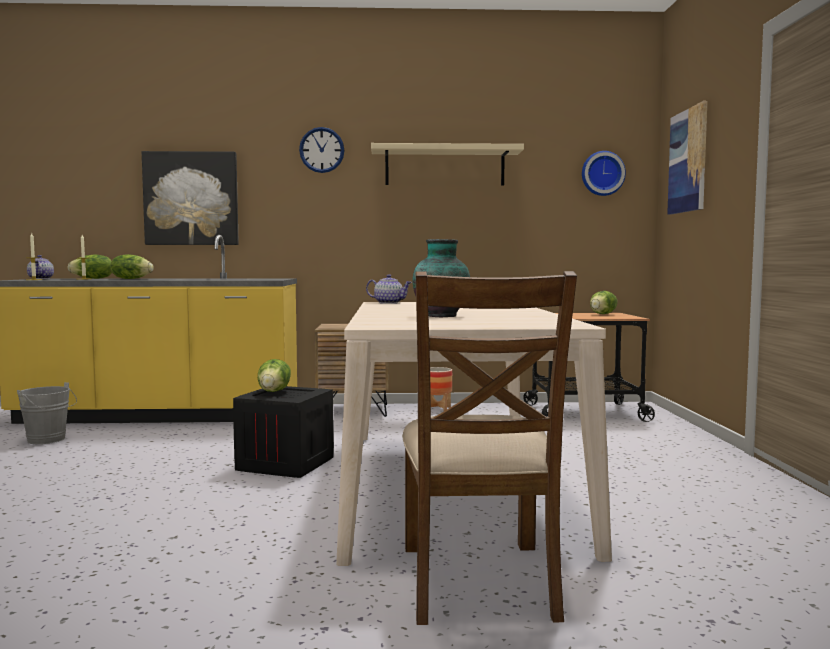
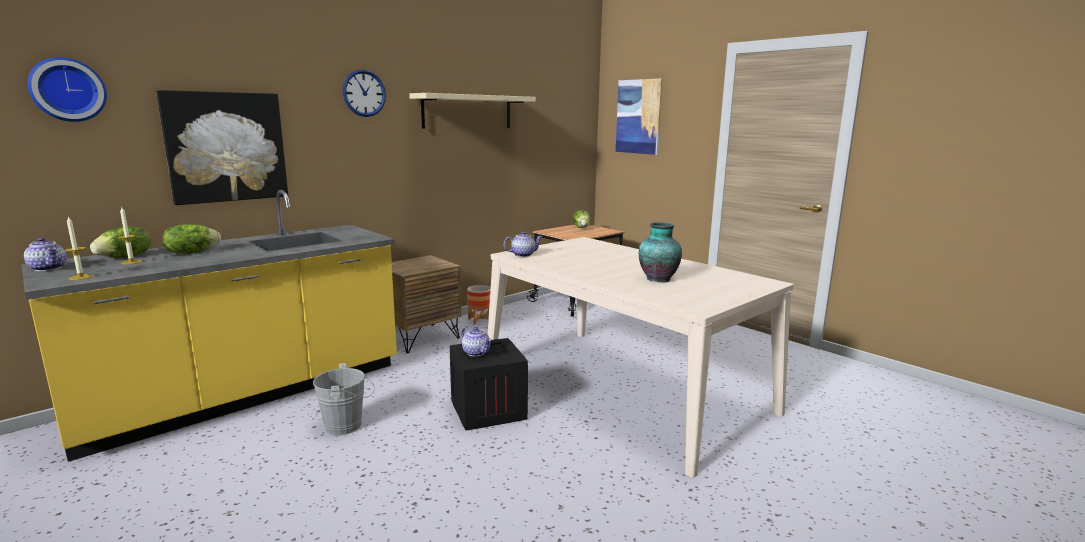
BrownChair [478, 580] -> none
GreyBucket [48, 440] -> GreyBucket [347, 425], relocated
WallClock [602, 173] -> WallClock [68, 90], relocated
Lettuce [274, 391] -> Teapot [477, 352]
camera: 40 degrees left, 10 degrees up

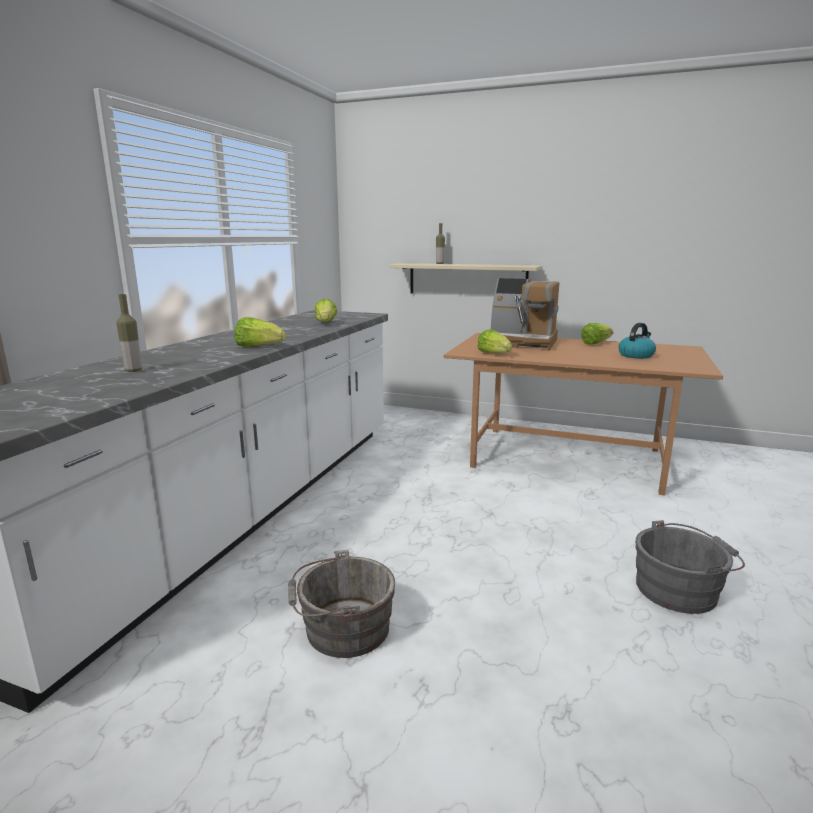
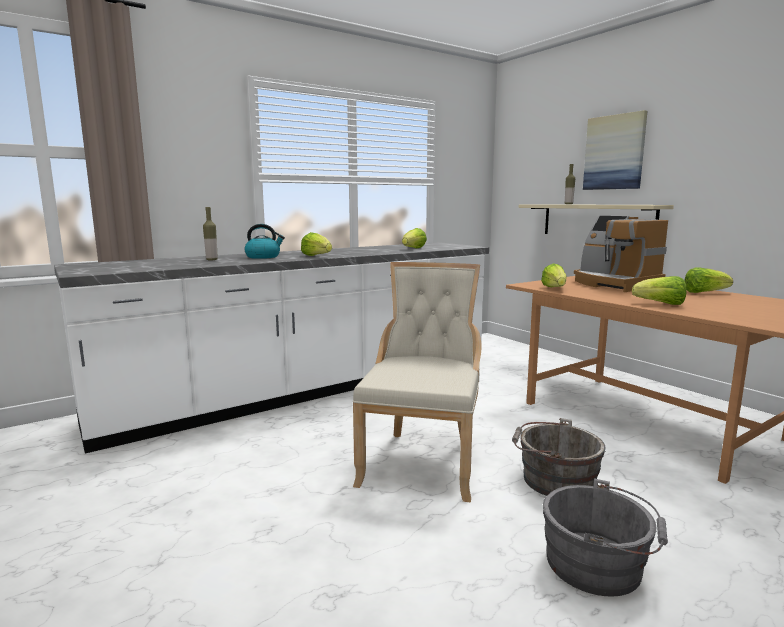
none -> BeigeChair [422, 461]
none -> Picture [614, 152]
none -> Lettuce [660, 304]
GreyBucket [342, 629] -> GreyBucket [553, 480], relocated
Kettle [636, 355] -> Kettle [263, 257], relocated
camera: 35 degrees right, 5 degrees down

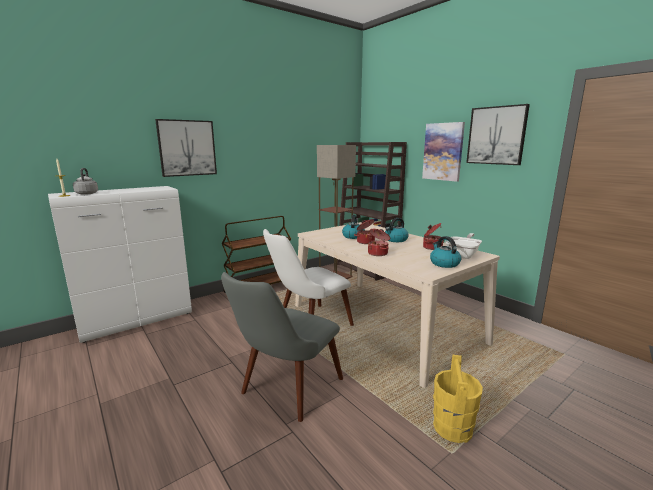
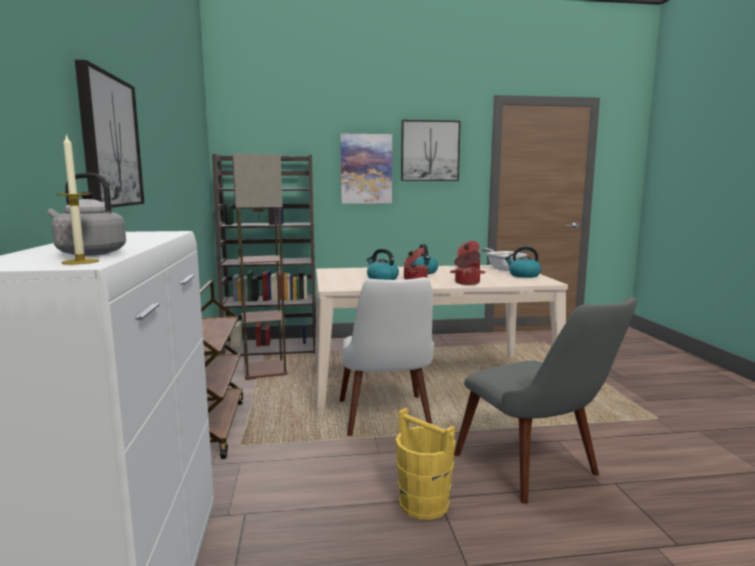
YellowBucket [452, 428] -> YellowBucket [423, 503], relocated
camera: 60 degrees left, 5 degrees down

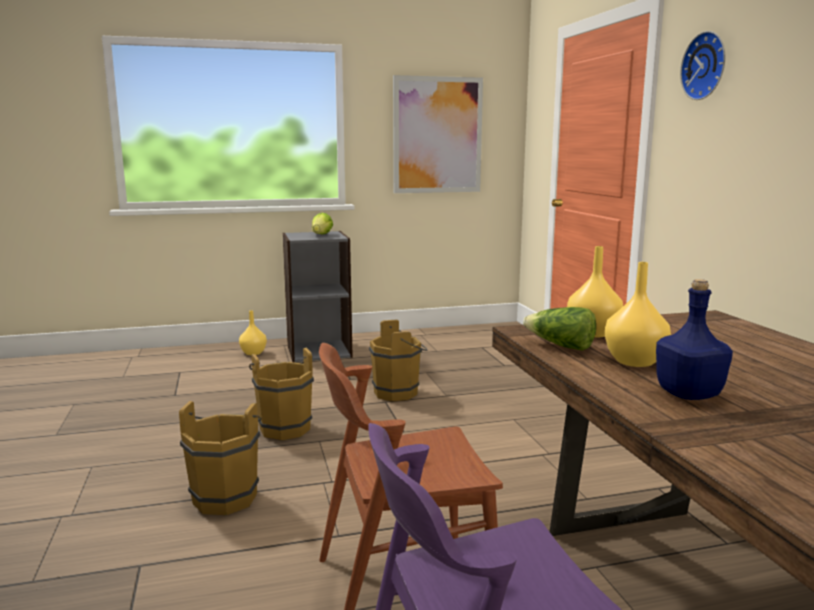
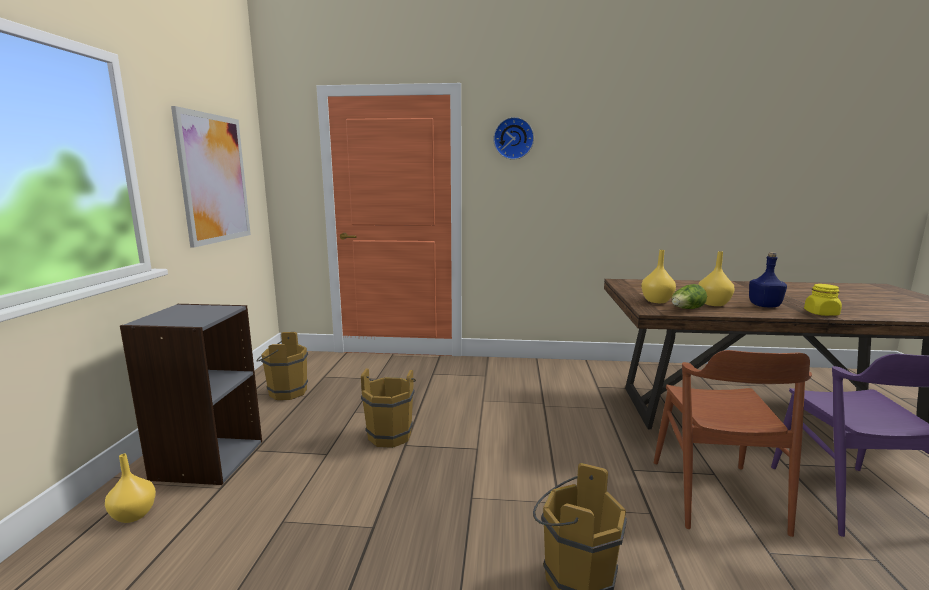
Lettuce [321, 235] -> none
none -> YellowJar [821, 313]
BrownBucket [284, 427] -> BrownBucket [285, 392], relocated
camera: 70 degrees left, 0 degrees up

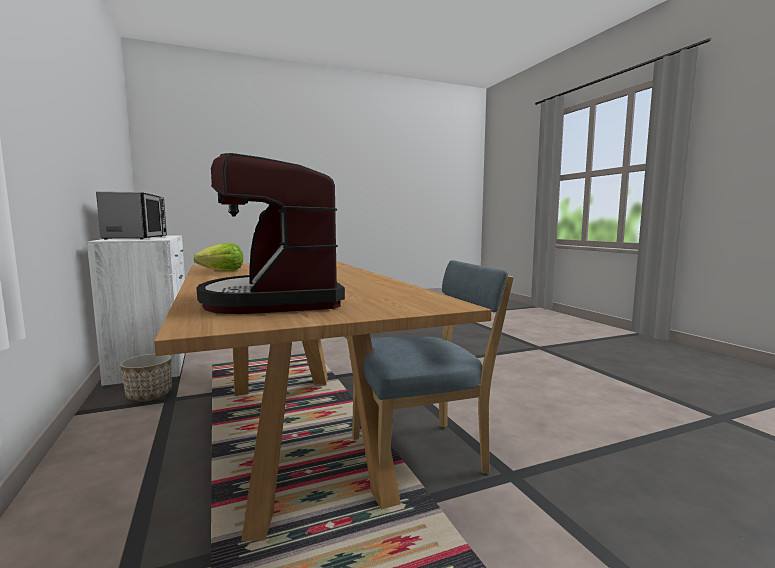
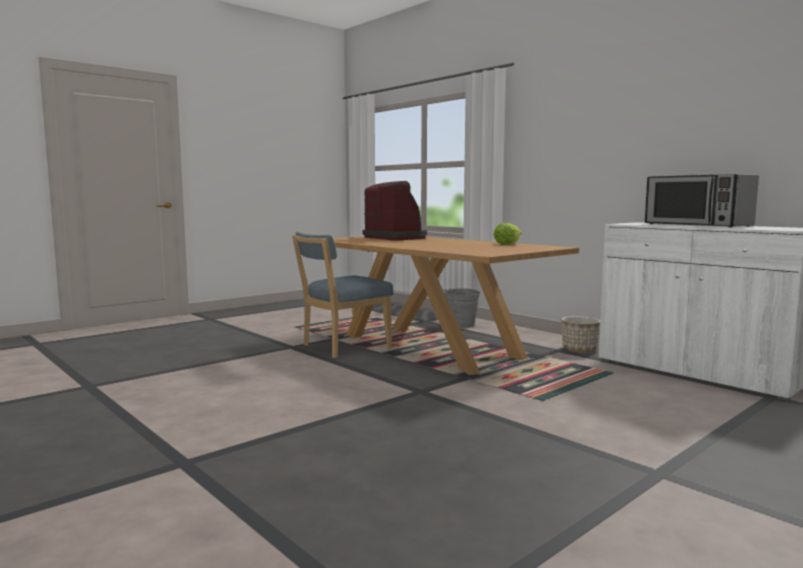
none -> GreyBucket [461, 325]
camera: 160 degrees right, 0 degrees up

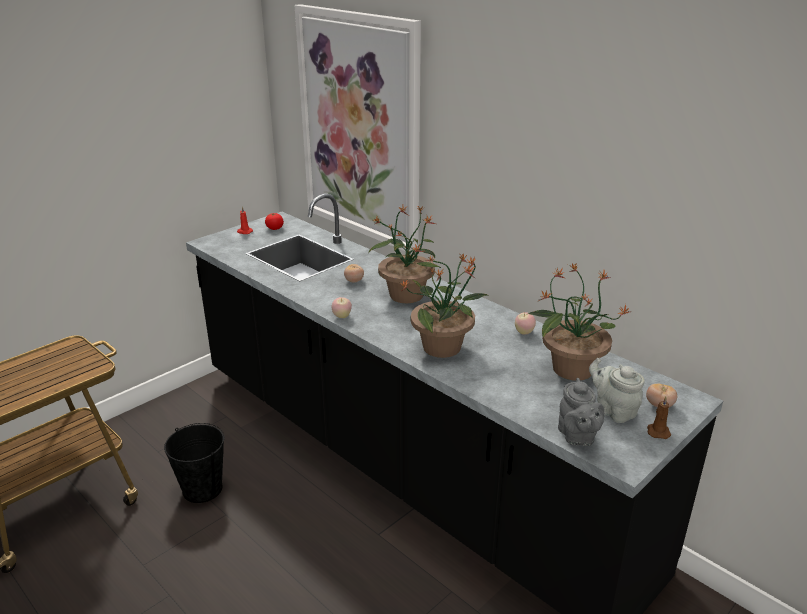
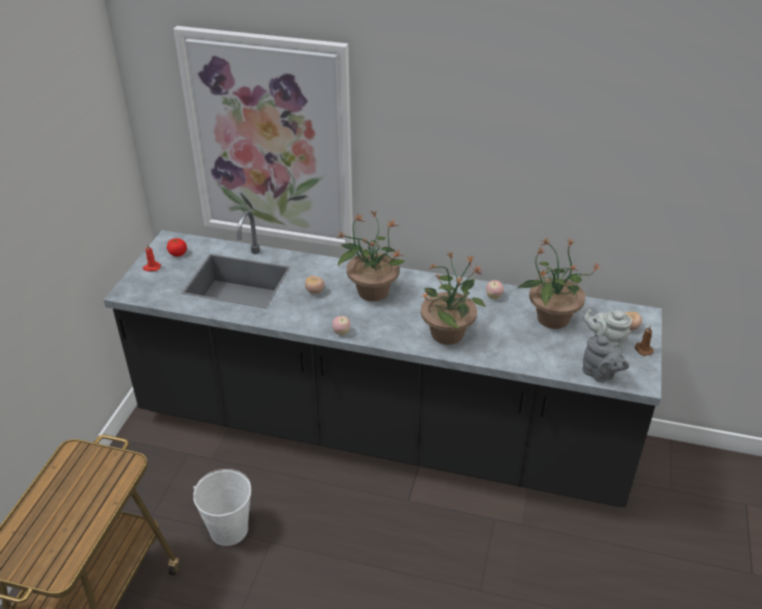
BlackBucket [202, 489] -> WhiteBucket [229, 530]
camera: 30 degrees left, 10 degrees up

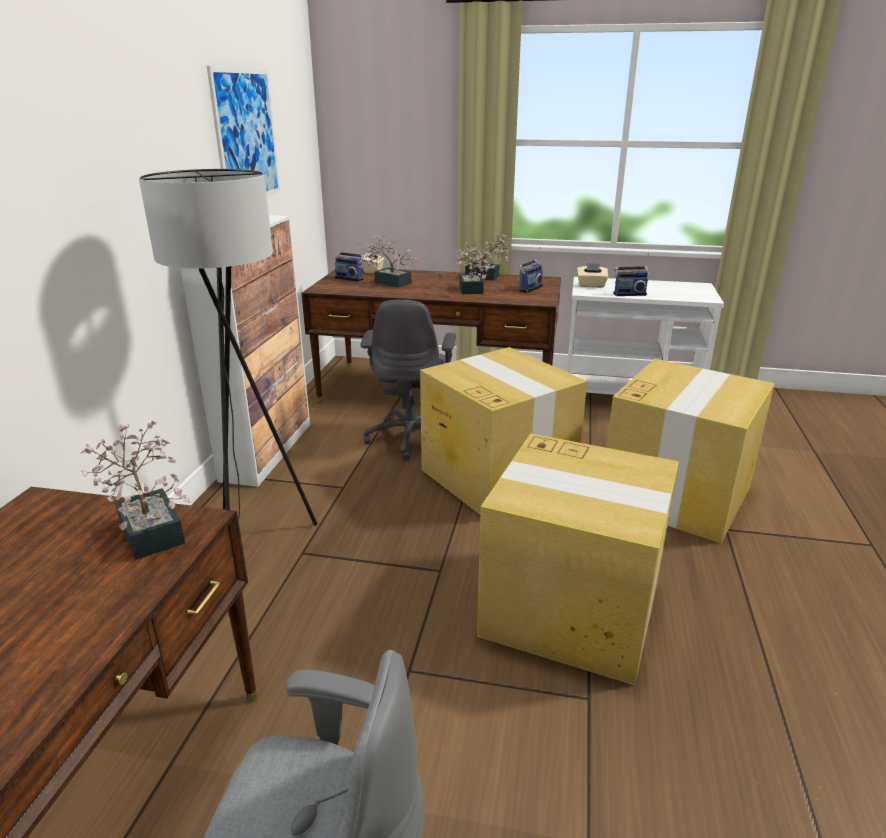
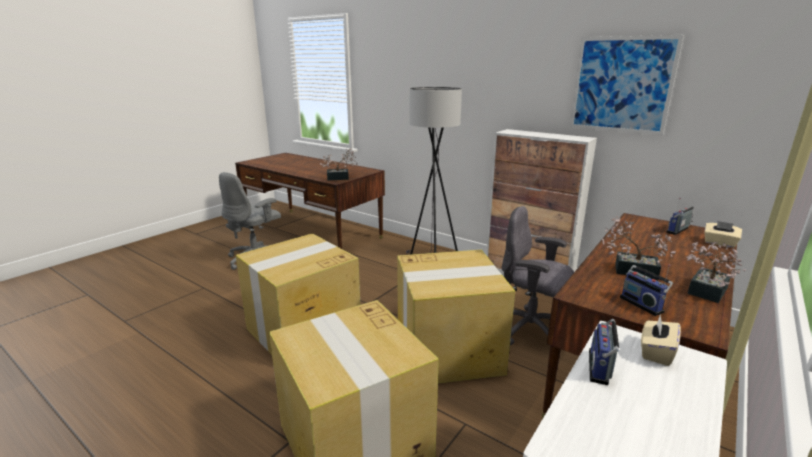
PottedPlant [390, 282] -> none
camera: 115 degrees right, 5 degrees down

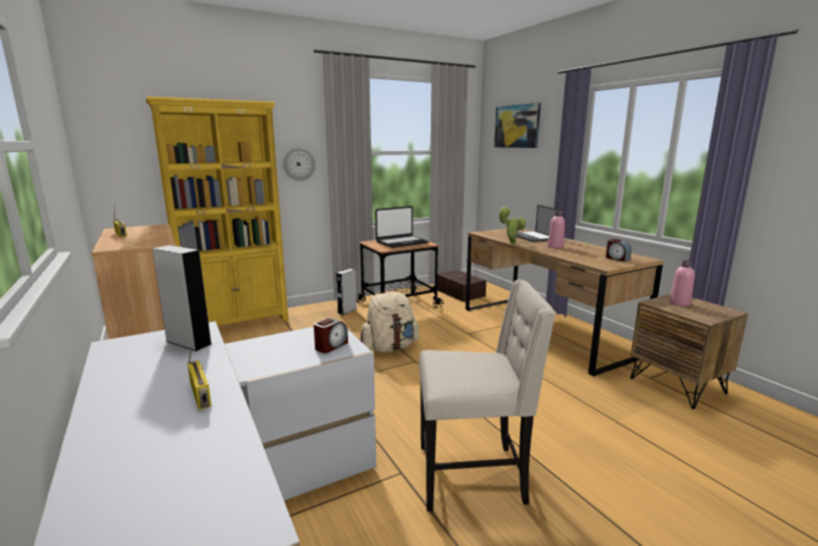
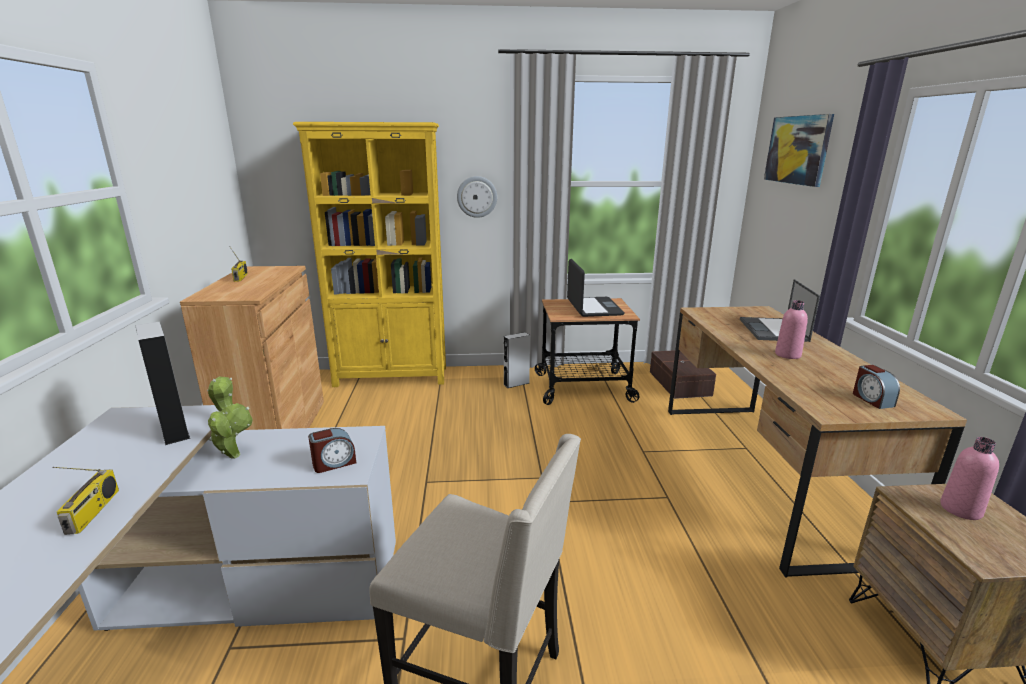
BeigeBackpack [390, 348] -> none
PottedPlant [511, 243] -> PottedPlant [234, 454], relocated
Laptop [401, 242] -> Laptop [593, 308], 90 degrees counterclockwise
camera: 25 degrees right, 5 degrees up

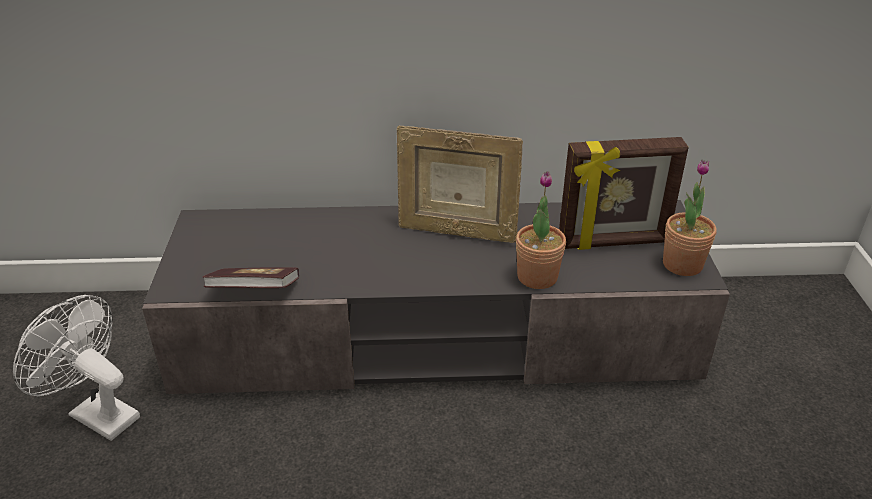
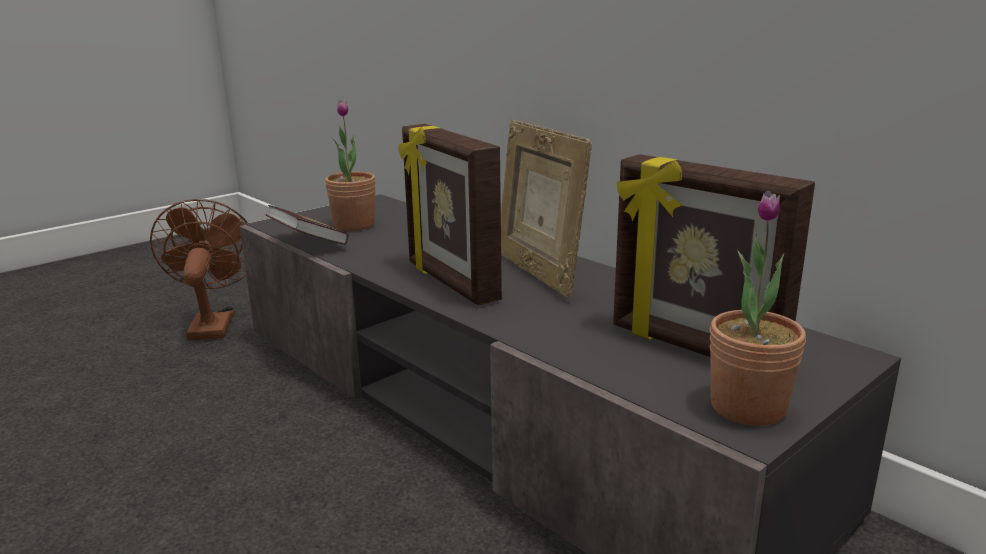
none -> PictureFrame [450, 282]
PottedPlant [537, 277] -> PottedPlant [354, 225], relocated
WhiteFan [96, 413] -> BrownFan [212, 324]
camera: 50 degrees right, 15 degrees down

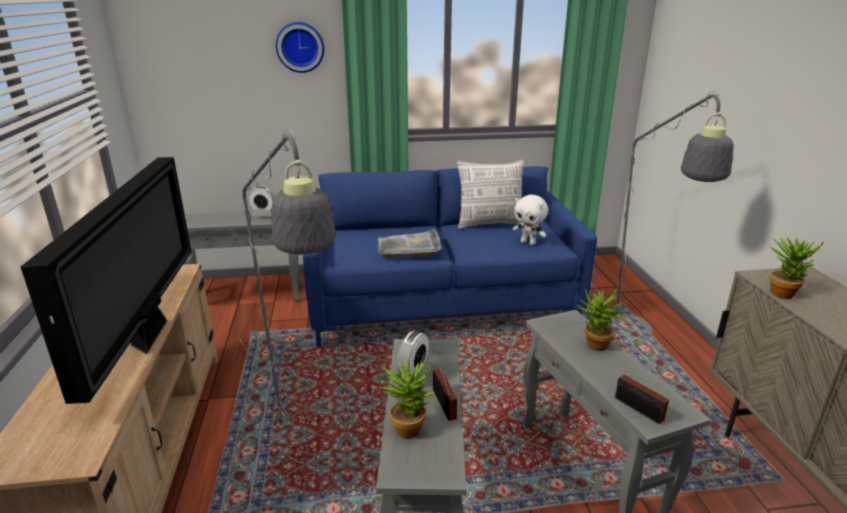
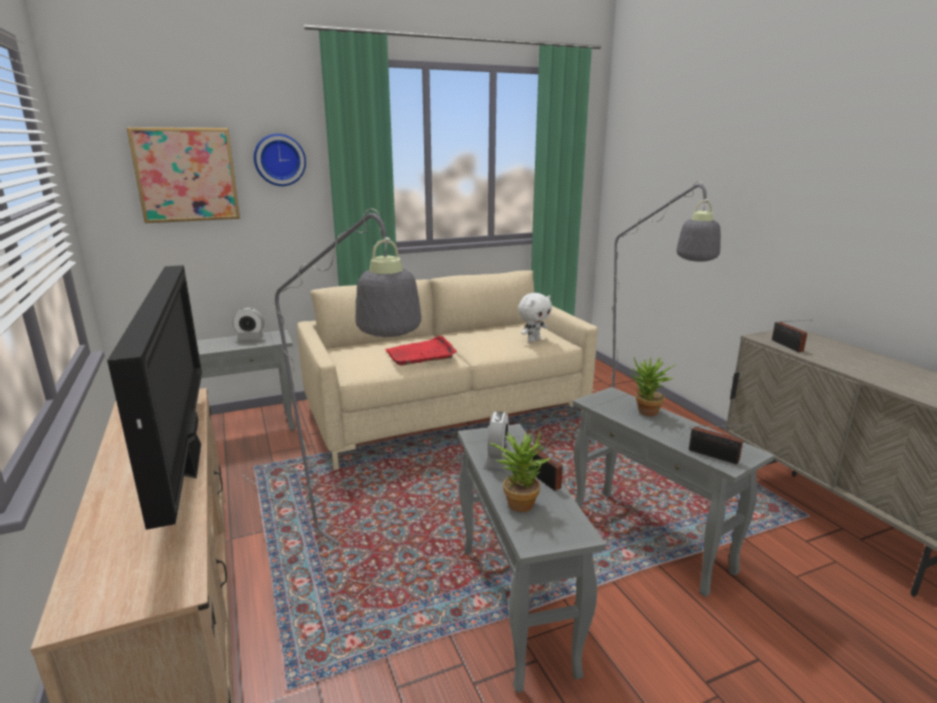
Pillow [490, 224] -> none
none -> Picture [186, 175]
PottedPlant [783, 292] -> Radio [788, 346]
BlueSofa [441, 304] -> BeigeSofa [447, 415]
GreyTray [409, 247] -> RedTray [421, 354]
WhitePlushToy [528, 243] -> WhitePlushToy [533, 340], 60 degrees counterclockwise
camera: 15 degrees left, 5 degrees down

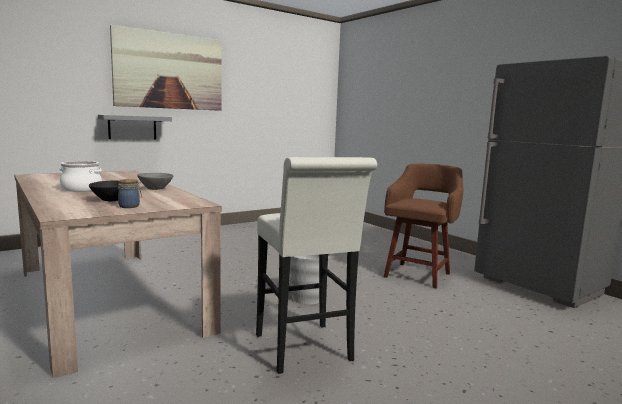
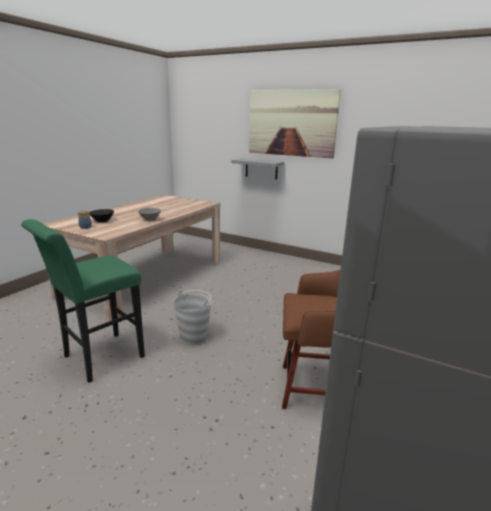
CookingPot [82, 189] -> none
WhiteStool [305, 351] -> GreenStool [98, 359]
camera: 65 degrees right, 10 degrees up

